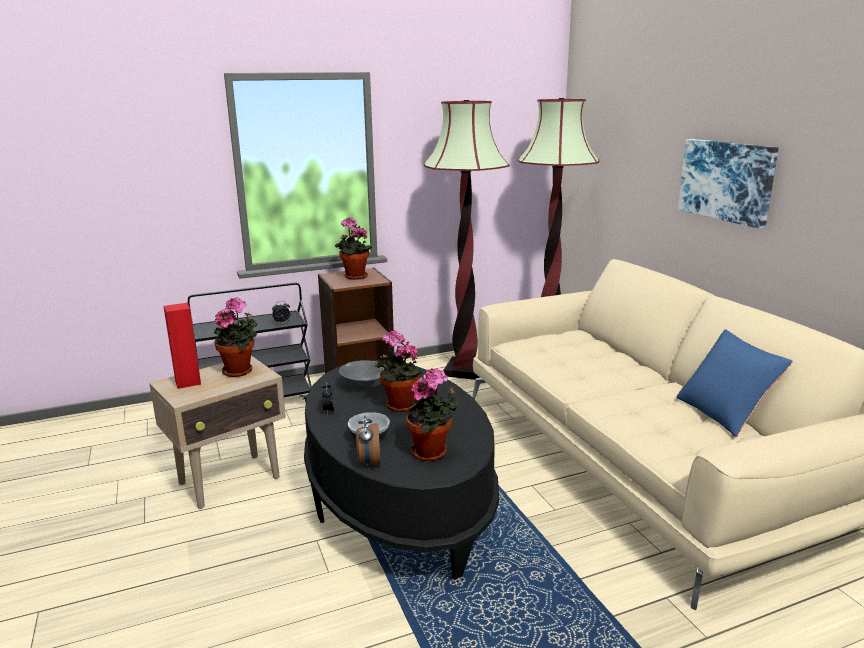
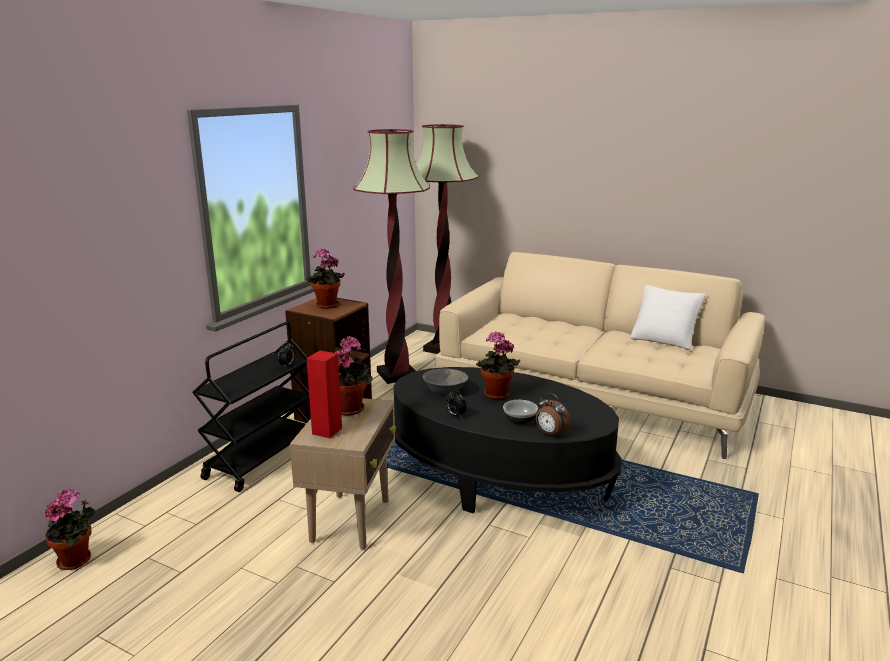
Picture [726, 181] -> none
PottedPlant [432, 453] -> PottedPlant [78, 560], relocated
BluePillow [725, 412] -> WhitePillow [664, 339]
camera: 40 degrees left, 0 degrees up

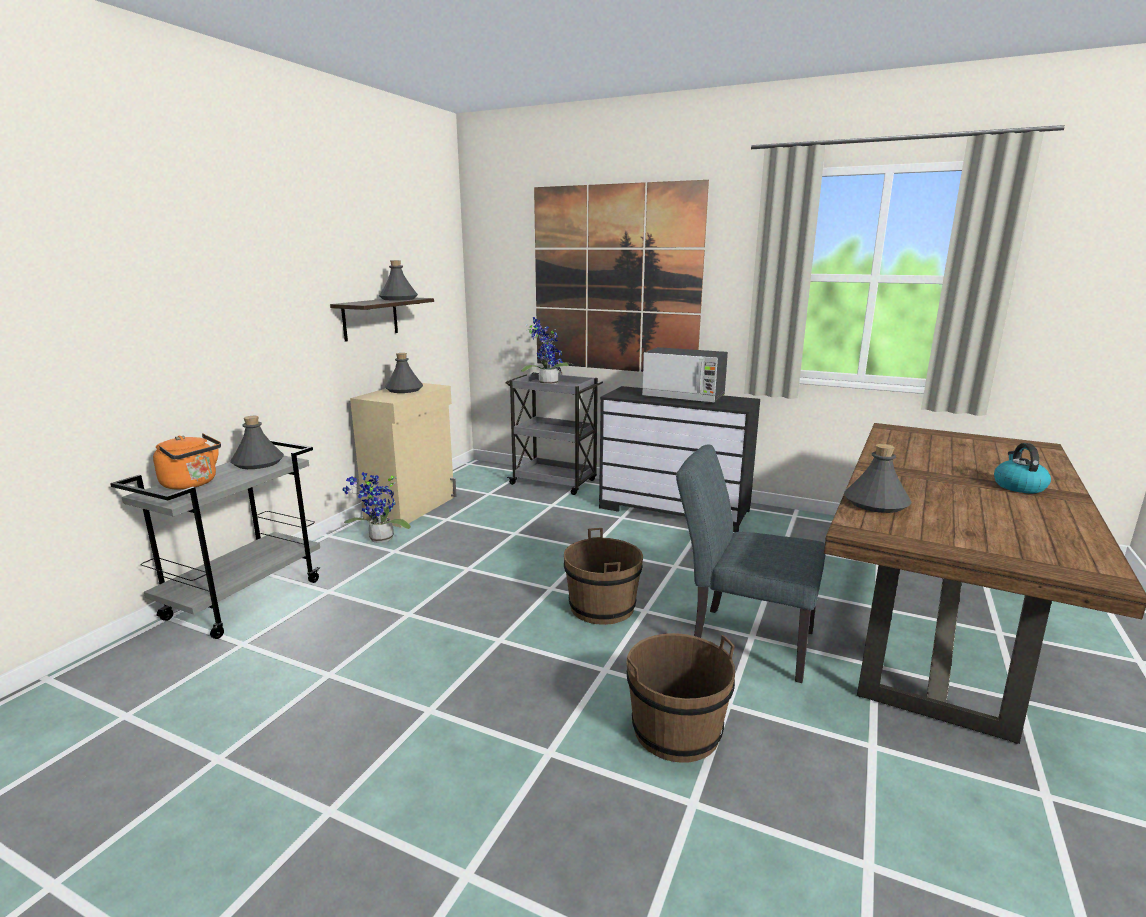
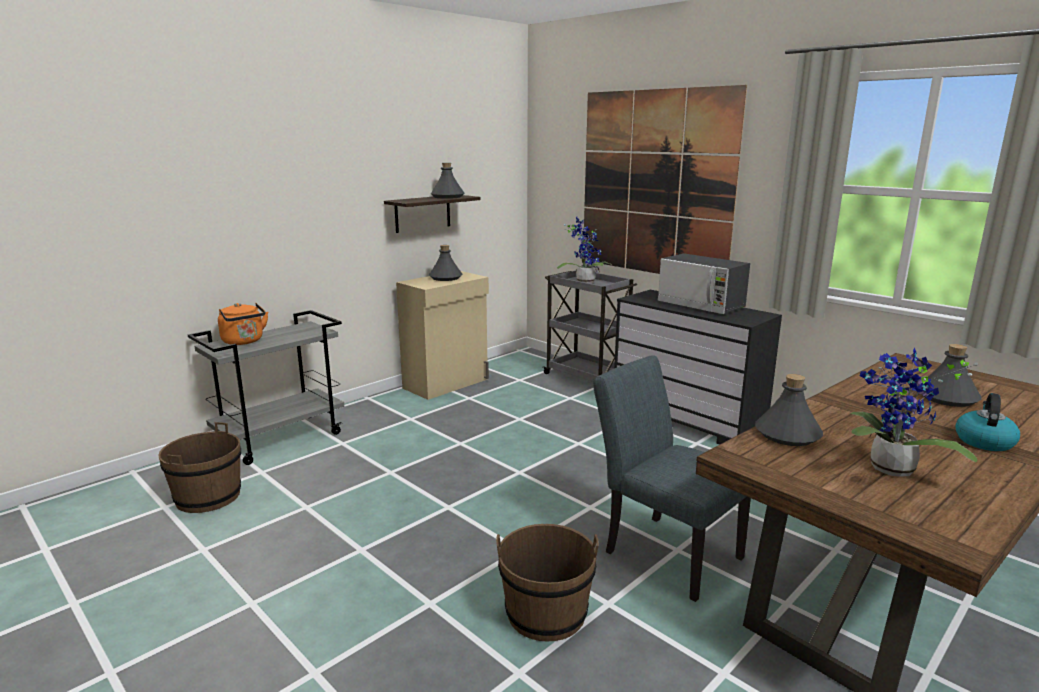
GreyBottle [258, 463] -> GreyBottle [946, 398], relocated
PottedPlant [379, 540] -> PottedPlant [890, 471], relocated
BrownBucket [602, 607] -> BrownBucket [208, 497], relocated
camera: 20 degrees right, 0 degrees up

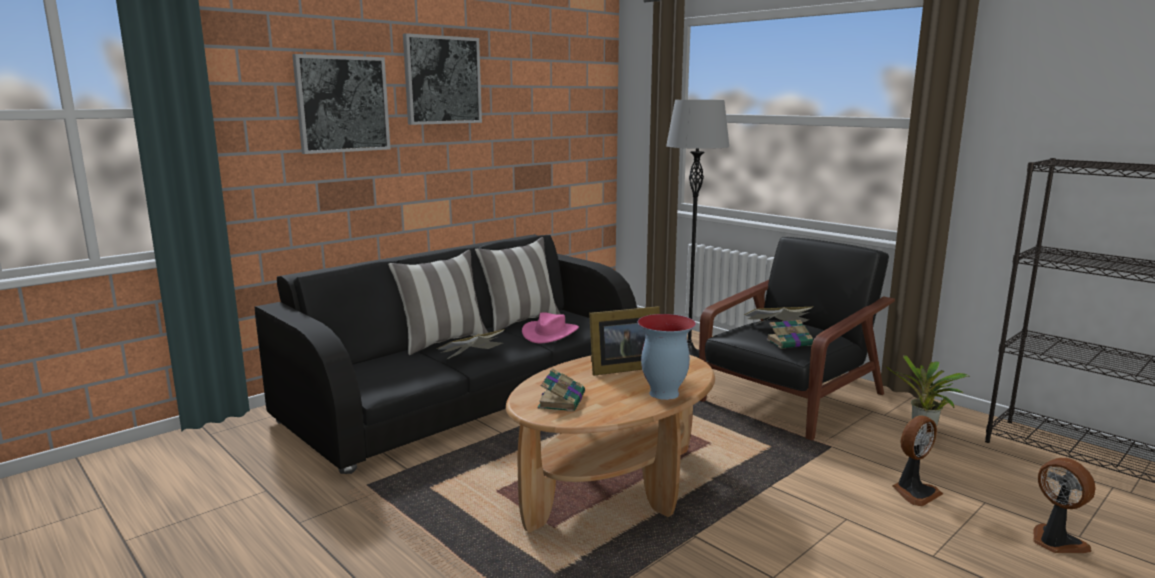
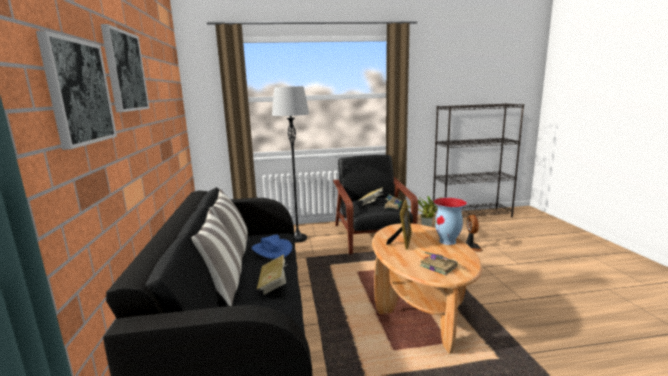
Fan [1055, 542] -> none
PinkHat [550, 333] -> BlueHat [272, 250]
camera: 55 degrees left, 0 degrees up

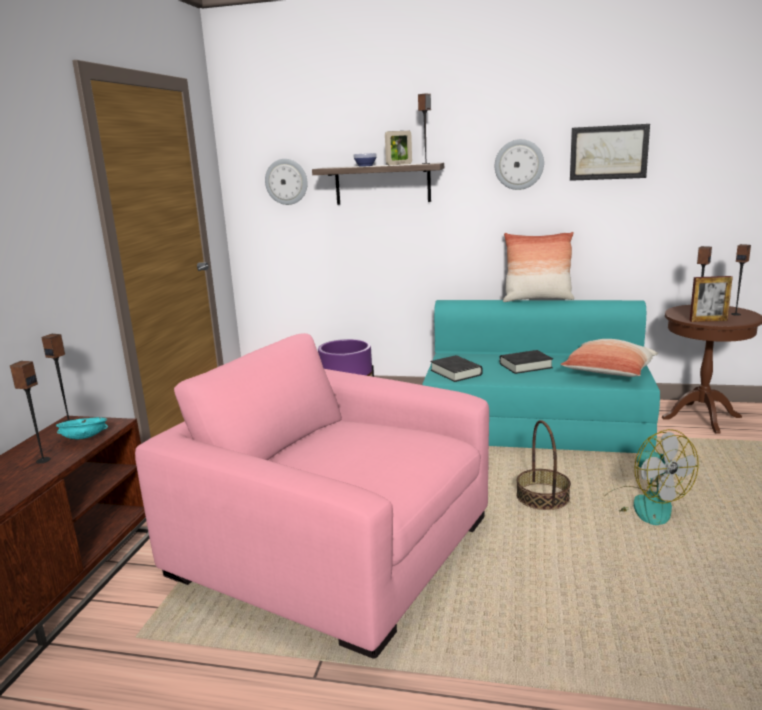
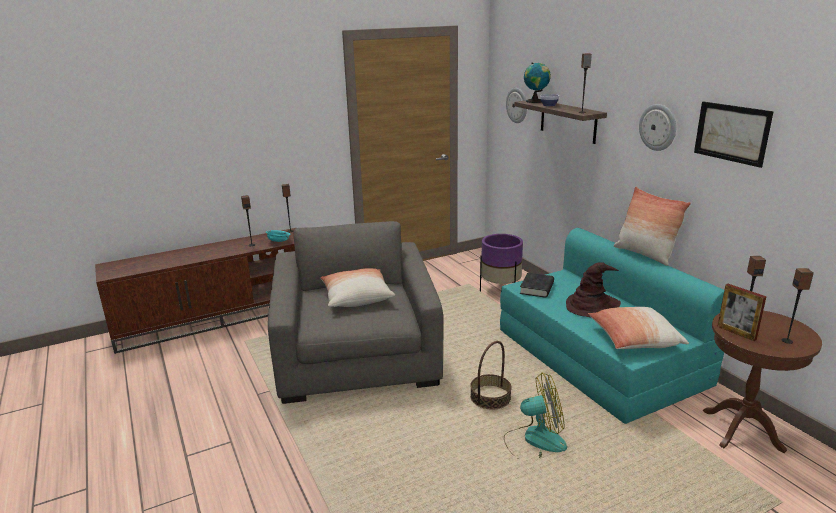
PictureFrame [399, 164] -> none
none -> Pillow [356, 297]
none -> Globe [536, 101]
BlackBook [525, 366] -> BrownHat [592, 306]
PinkArmchair [334, 544] -> GreyArmchair [357, 353]
Fan [643, 505] -> Fan [534, 441], 120 degrees counterclockwise
camera: 50 degrees right, 5 degrees up

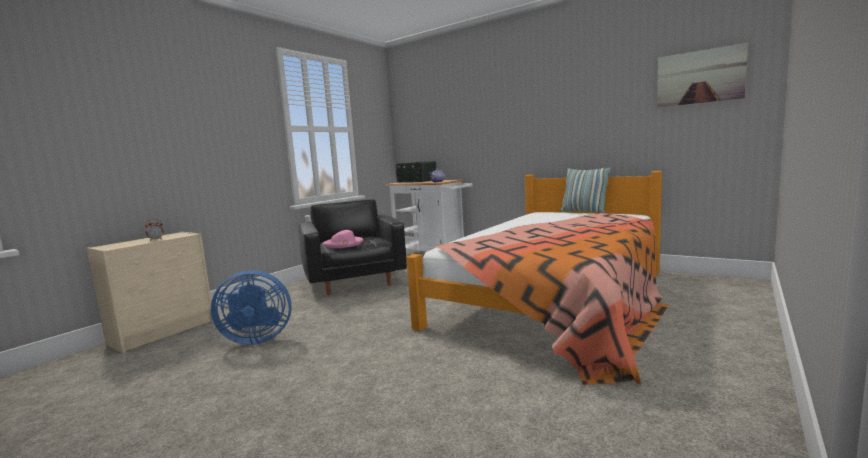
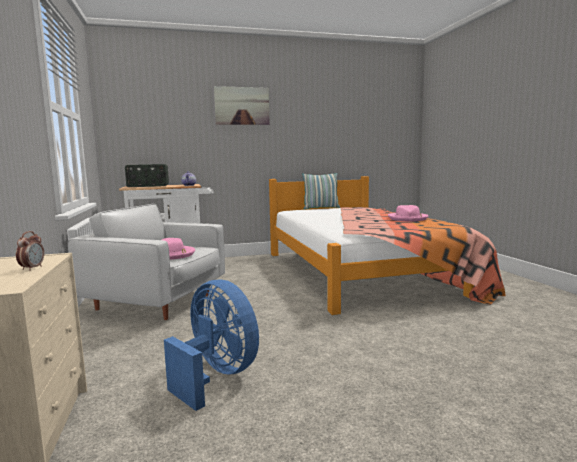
none -> PinkHat [408, 219]
Picture [699, 77] -> Picture [242, 106], relocated
BlackArmchair [355, 282] -> WhiteArmchair [159, 302]
BlueFan [256, 339] -> BlueFan [216, 376], 75 degrees counterclockwise
camera: 50 degrees left, 0 degrees up

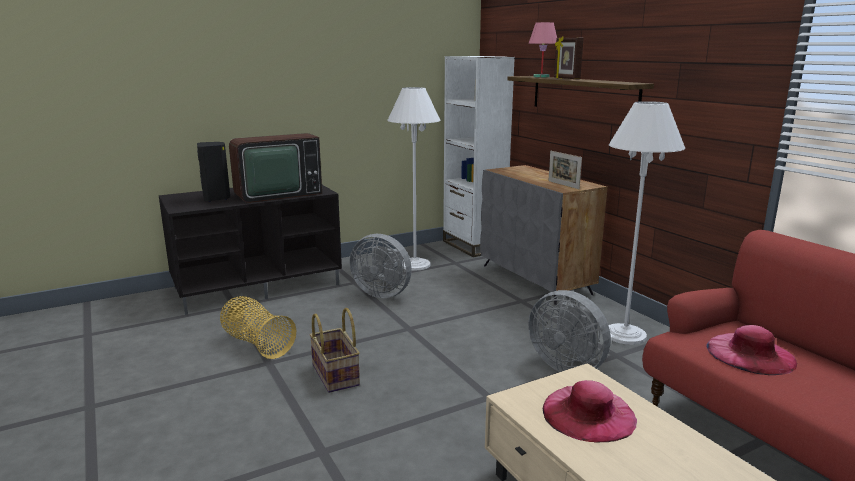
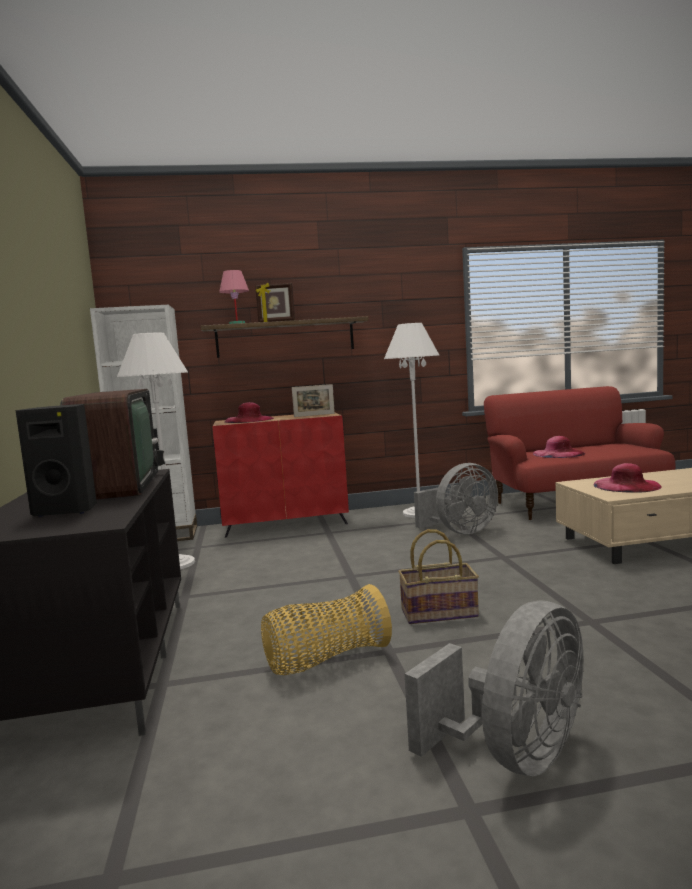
none -> PinkHat [249, 420]
GreyFan [383, 293] -> GreyFan [515, 755], relocated
GreyCabinet [536, 279] -> RedCabinet [286, 524]
camera: 70 degrees left, 10 degrees down

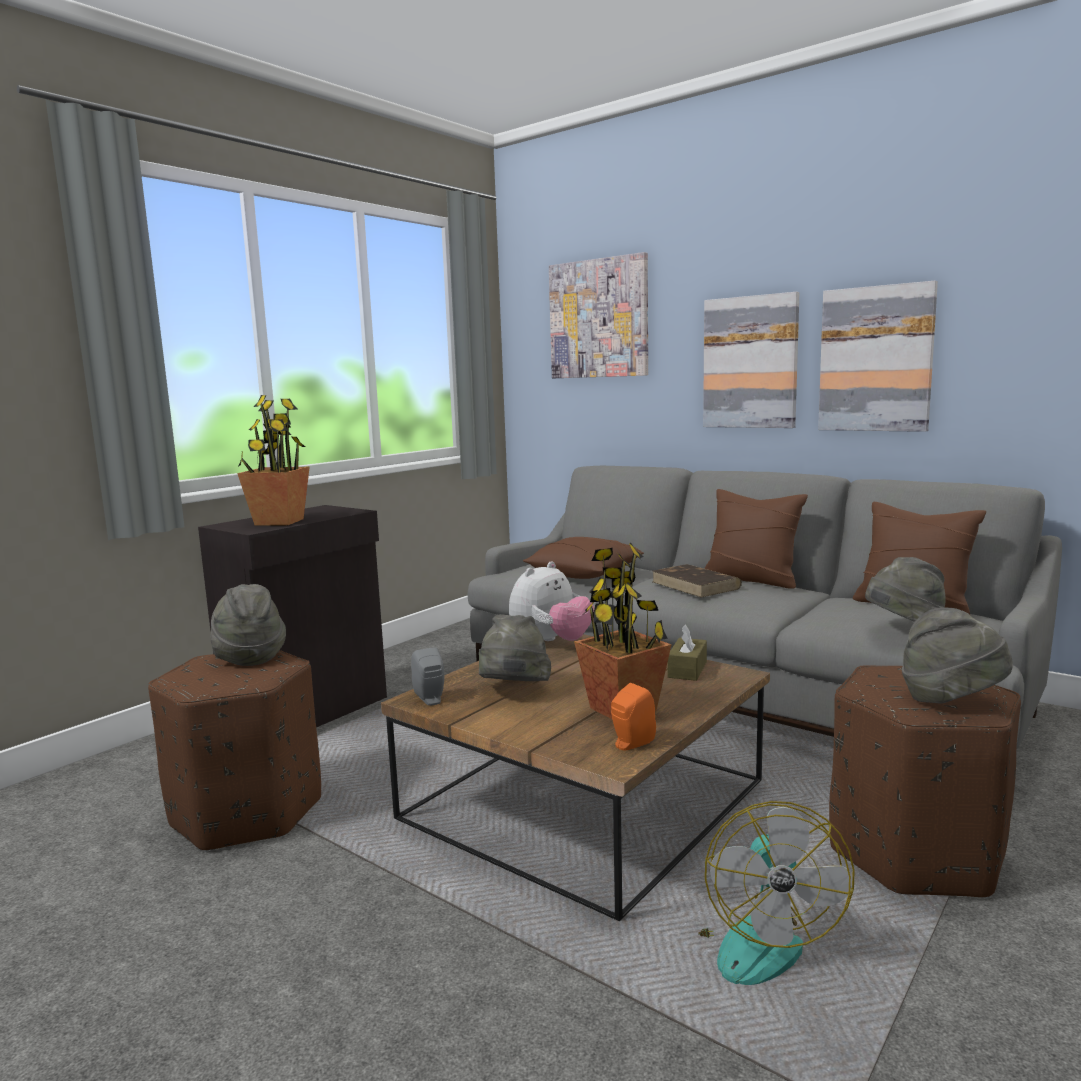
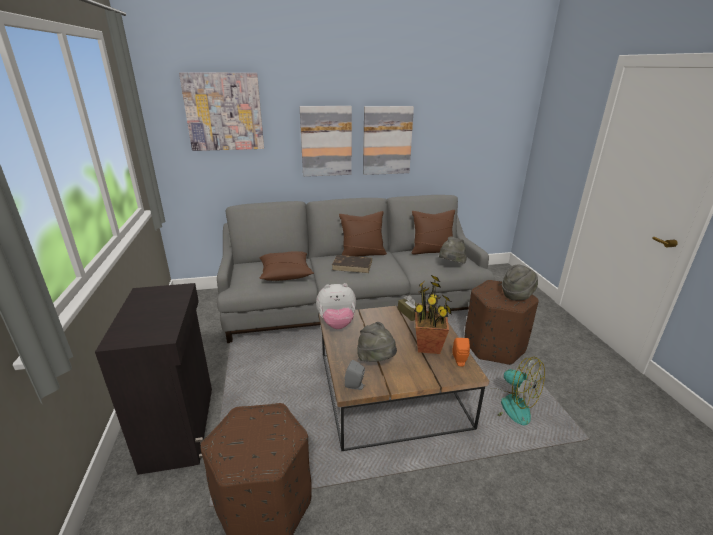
GreyHat [249, 657] -> none
PottedPlant [278, 522] -> none
PlushToy [551, 643] -> PlushToy [337, 324], 90 degrees clockwise
camera: 50 degrees left, 15 degrees up

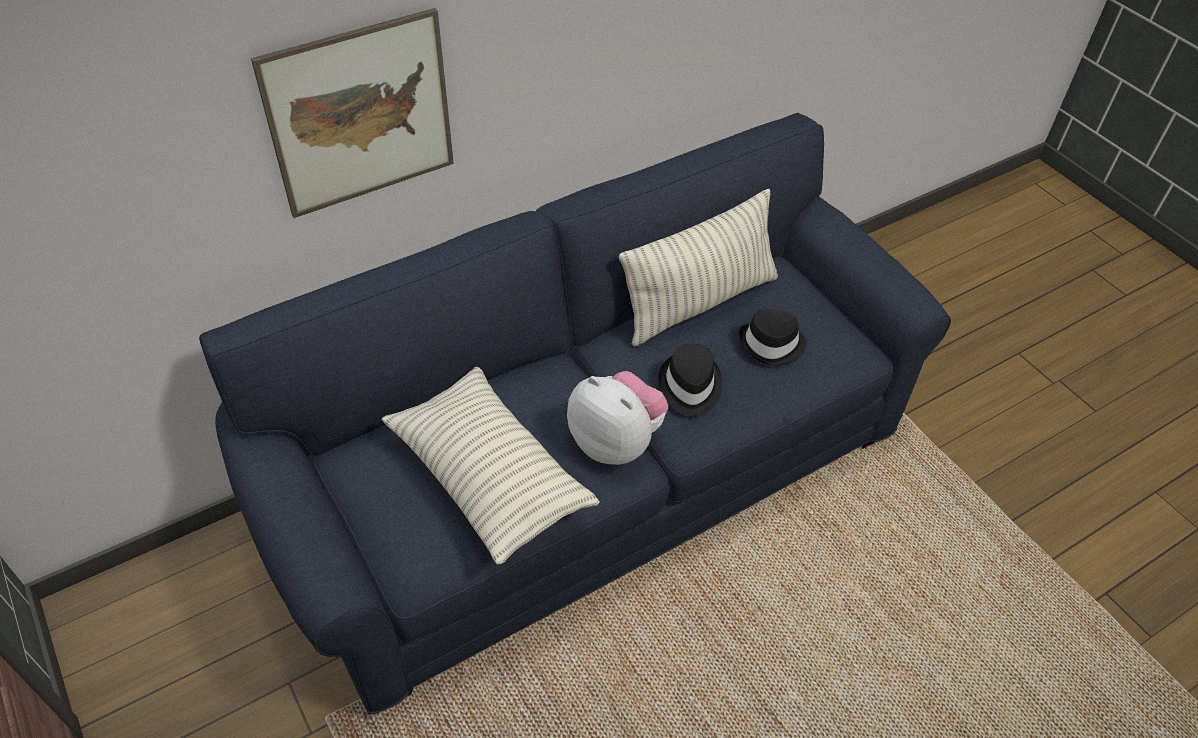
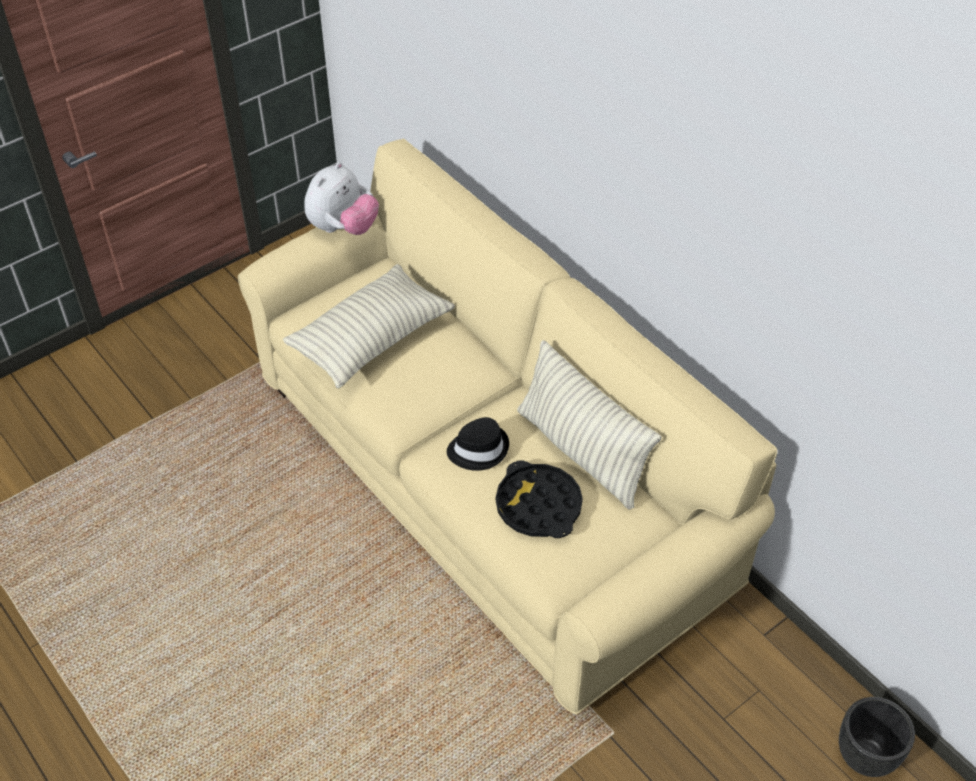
Picture [361, 114] -> none
none -> BlackPlanter [866, 756]
PlushToy [616, 442] -> PlushToy [343, 228], relocated
BlackHat [772, 345] -> BlackTray [538, 506]
BlueSofa [594, 473] -> BeigeSofa [488, 481]
camera: 85 degrees right, 0 degrees up

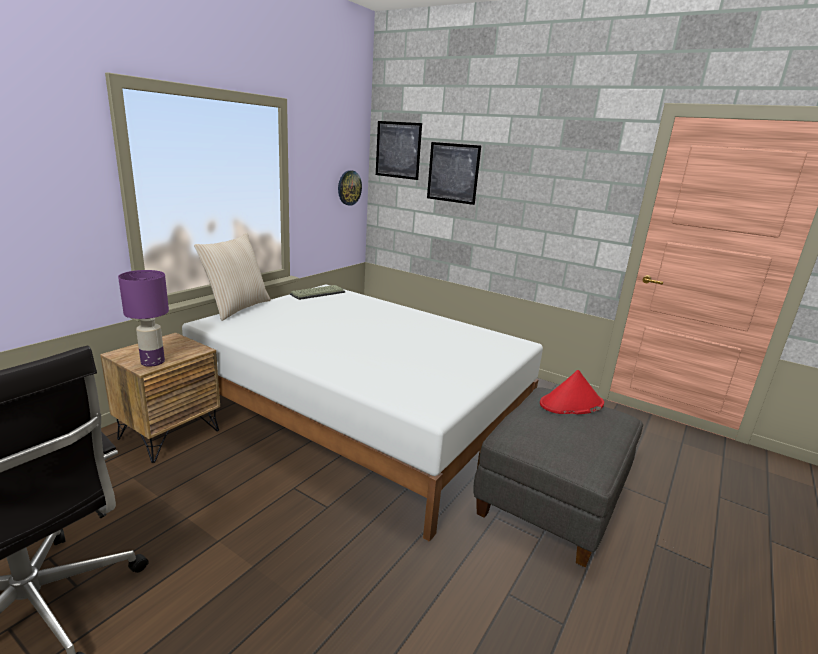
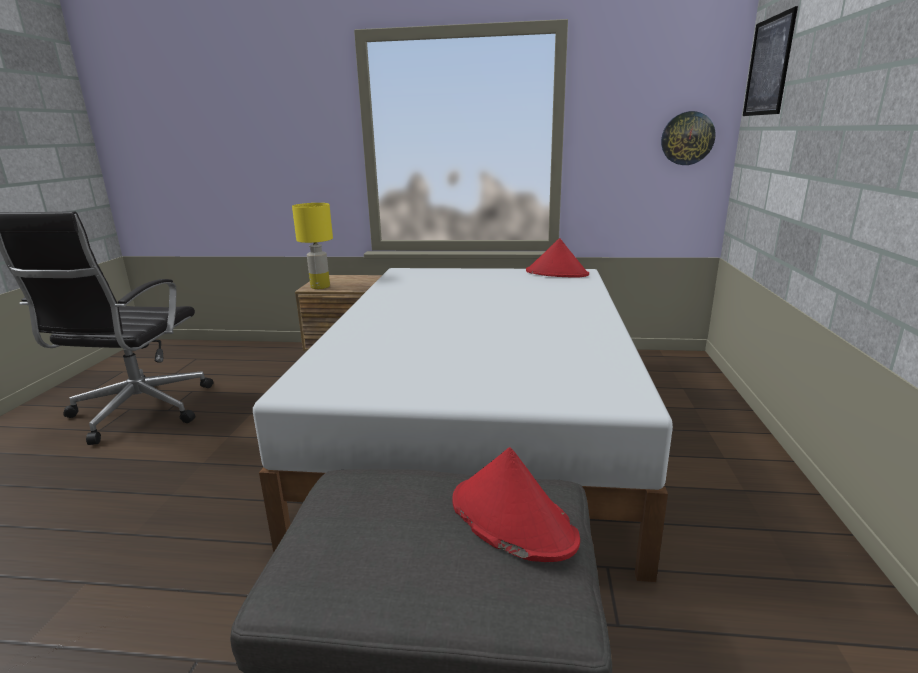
BeigePillow [237, 308] -> none
Picture [453, 173] -> none
Keyboard [318, 293] -> RedHat [557, 273]
PurpleTableLamp [153, 362] -> YellowTableLamp [320, 287]
camera: 65 degrees right, 0 degrees up

